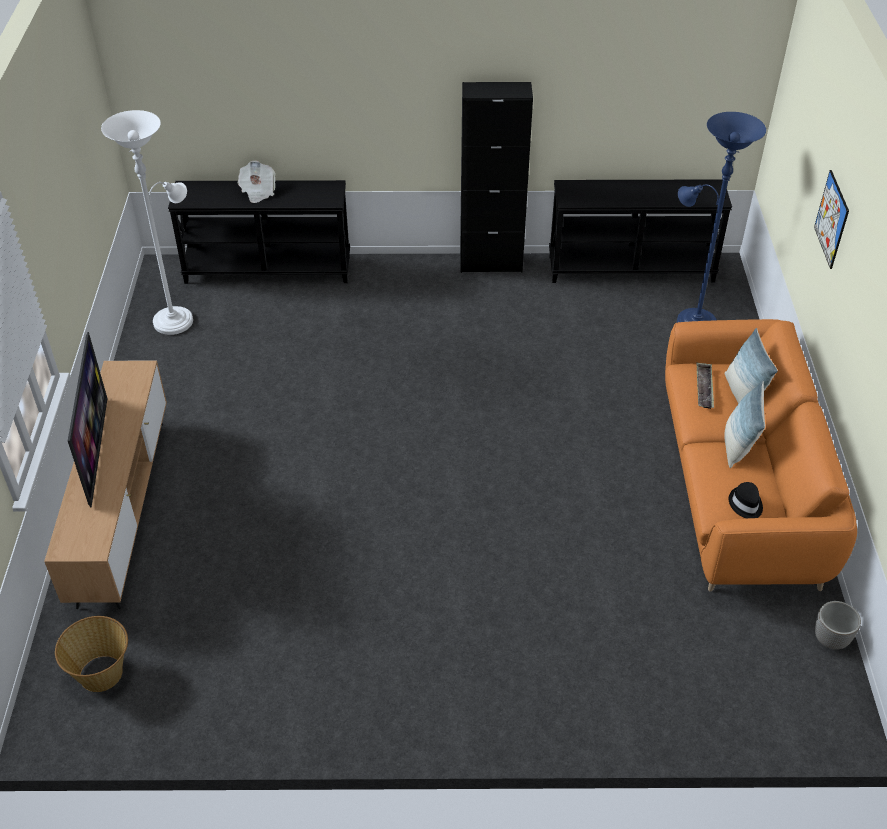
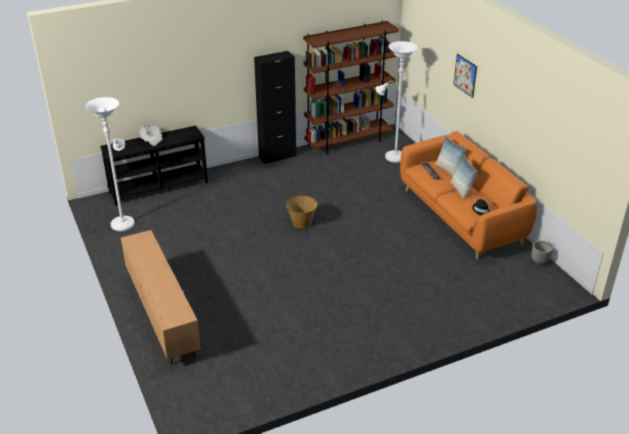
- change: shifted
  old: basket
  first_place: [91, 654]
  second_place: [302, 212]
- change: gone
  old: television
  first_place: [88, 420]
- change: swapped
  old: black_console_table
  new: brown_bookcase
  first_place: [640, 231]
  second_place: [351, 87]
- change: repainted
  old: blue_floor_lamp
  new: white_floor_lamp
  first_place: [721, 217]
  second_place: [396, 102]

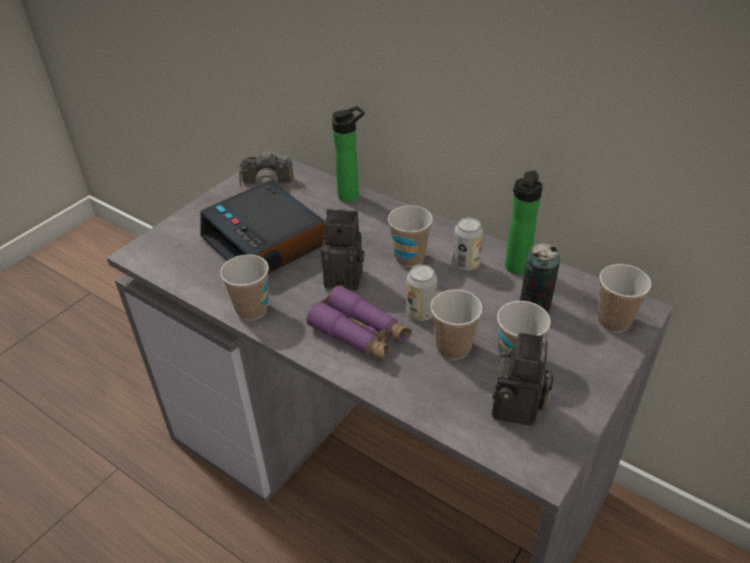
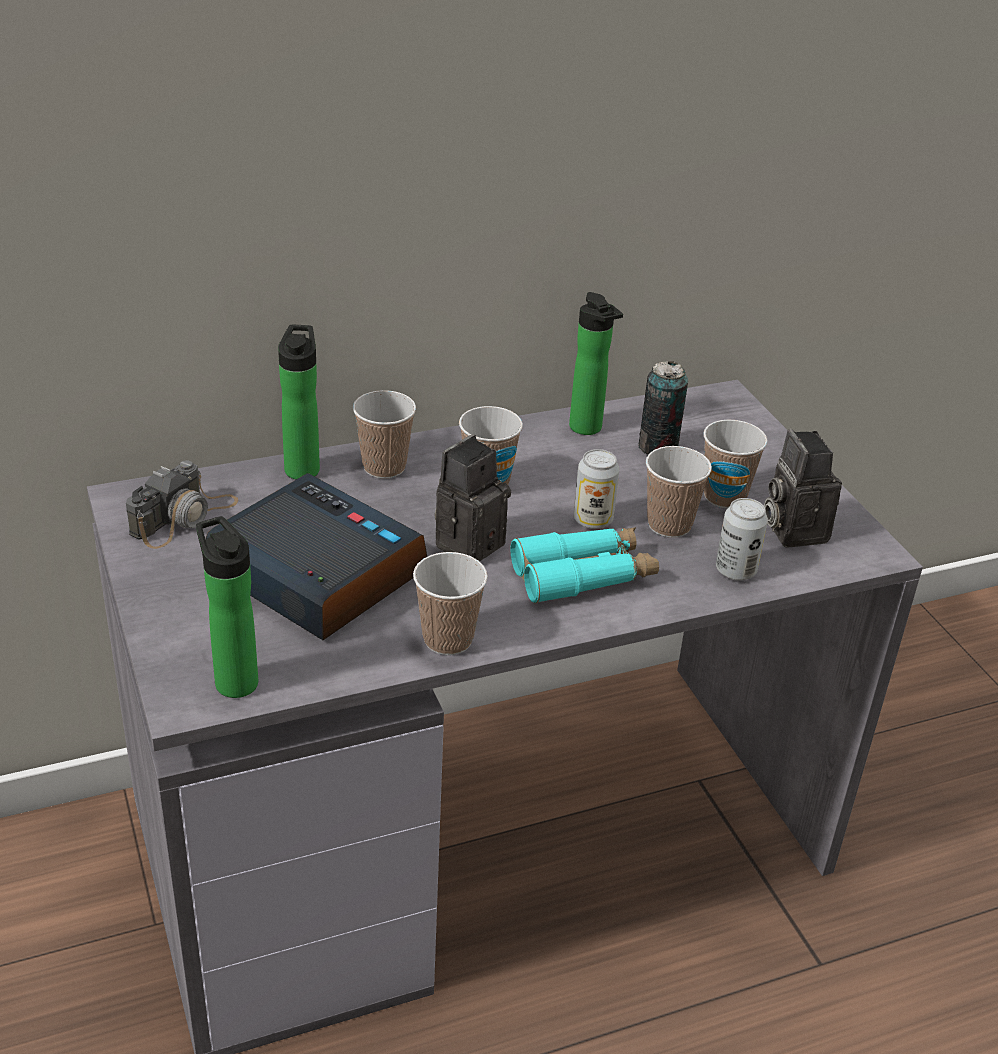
- change: rotated
  old: alarm_clock
  first_place: [262, 227]
  second_place: [316, 556]
  degrees: -135
- change: repainted
  old: purple_binoculars
  new: turquoise_binoculars
  first_place: [359, 323]
  second_place: [585, 565]
- change: shifted
  old: can
  first_place: [468, 244]
  second_place: [742, 539]
- change: rotated
  old: photo_camera
  first_place: [523, 379]
  second_place: [803, 488]
  degrees: -150
- change: shifted
  old: cup
  first_place: [624, 298]
  second_place: [384, 434]
- change: new
  new: bottle
  second_place: [227, 607]

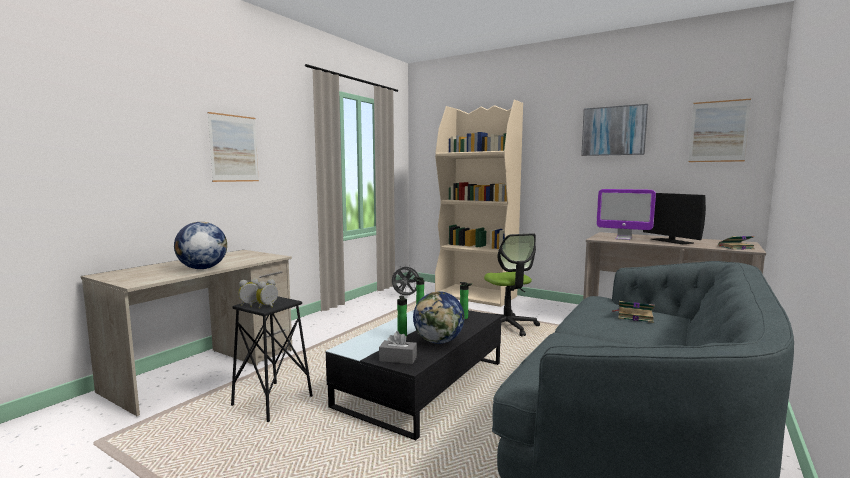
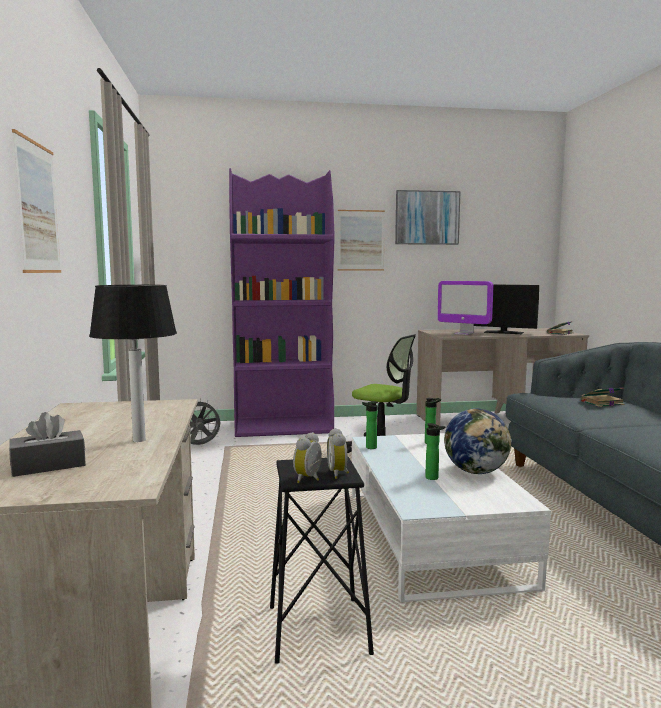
- change: swapped
  old: globe
  new: table_lamp
  first_place: [200, 245]
  second_place: [133, 363]
- change: repainted
  old: black_coffee_table
  new: white_coffee_table
  first_place: [413, 375]
  second_place: [451, 517]
- change: shifted
  old: grey_tissue_box
  first_place: [398, 347]
  second_place: [47, 444]
- change: repainted
  old: beige_bookcase
  new: purple_bookcase
  first_place: [479, 203]
  second_place: [282, 302]
- change: rotated
  old: monitor
  first_place: [626, 214]
  second_place: [465, 308]
  degrees: 45
- change: shifted
  old: picture
  first_place: [720, 130]
  second_place: [361, 240]

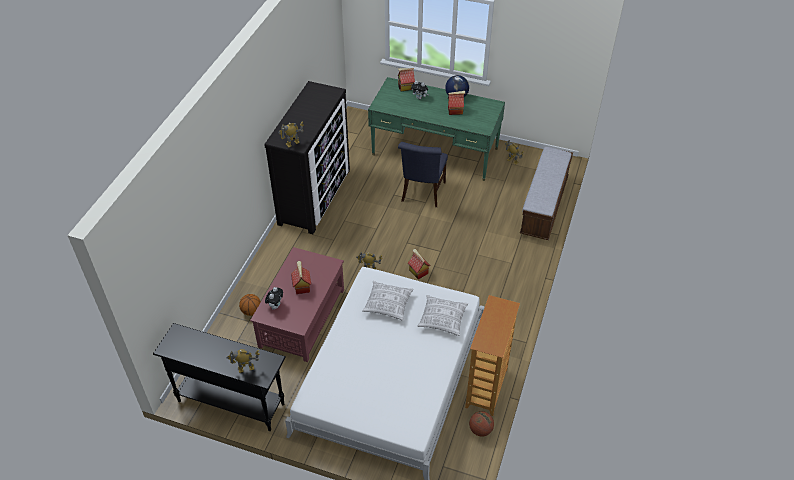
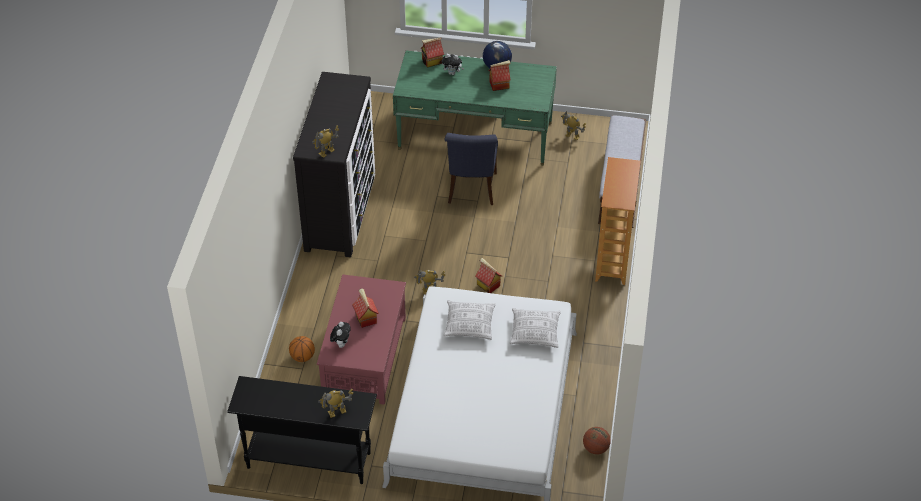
- change: shifted
  old: bookcase
  first_place: [492, 355]
  second_place: [618, 221]

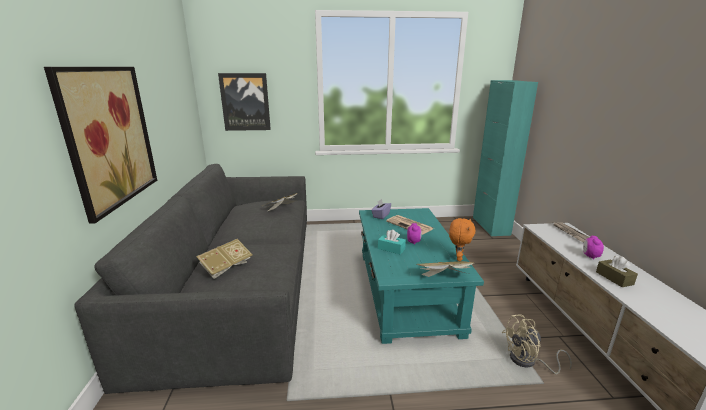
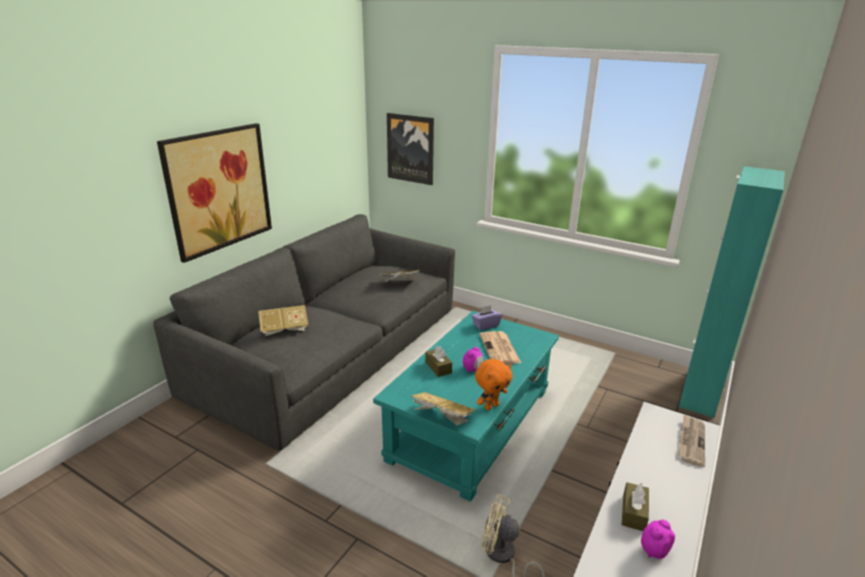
- change: repainted
  old: turquoise_tissue_box
  new: brown_tissue_box
  first_place: [392, 242]
  second_place: [438, 361]
- change: shifted
  old: alarm_clock
  first_place: [593, 248]
  second_place: [658, 539]

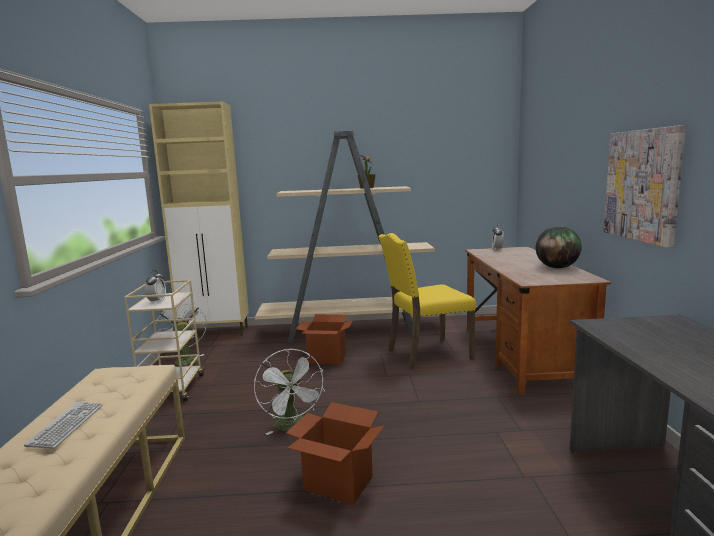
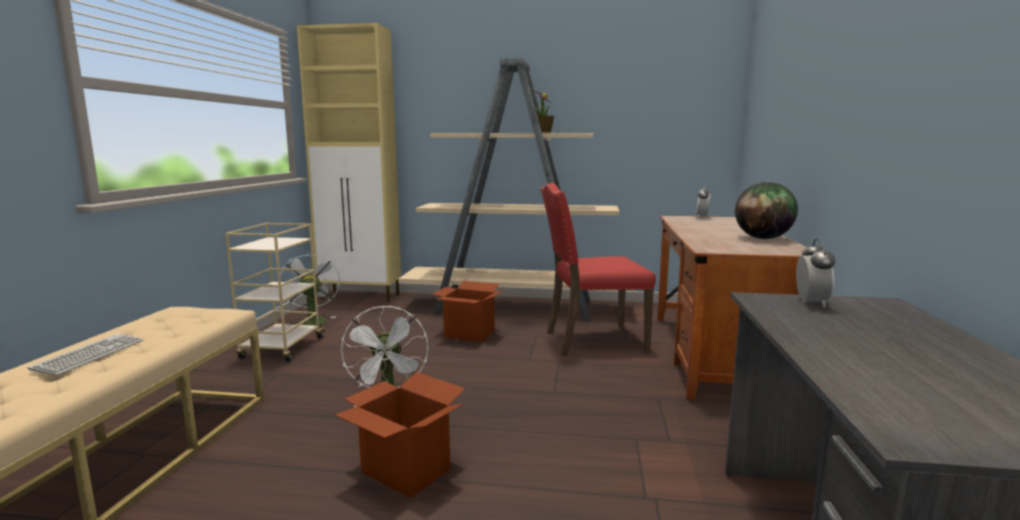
- change: shifted
  old: alarm_clock
  first_place: [155, 286]
  second_place: [815, 273]
- change: repainted
  old: yellow_chair
  new: red_chair
  first_place: [427, 301]
  second_place: [598, 269]
- change: gone
  old: picture
  first_place: [645, 186]

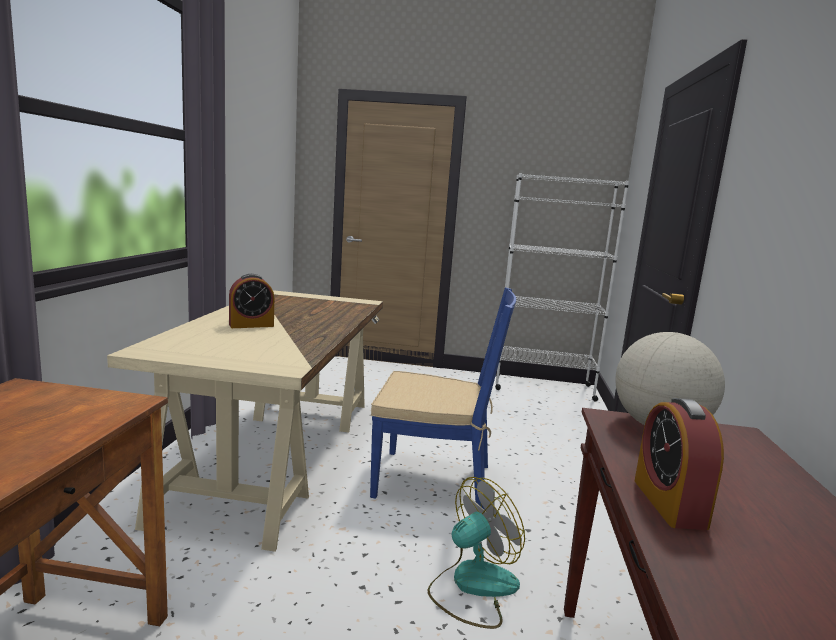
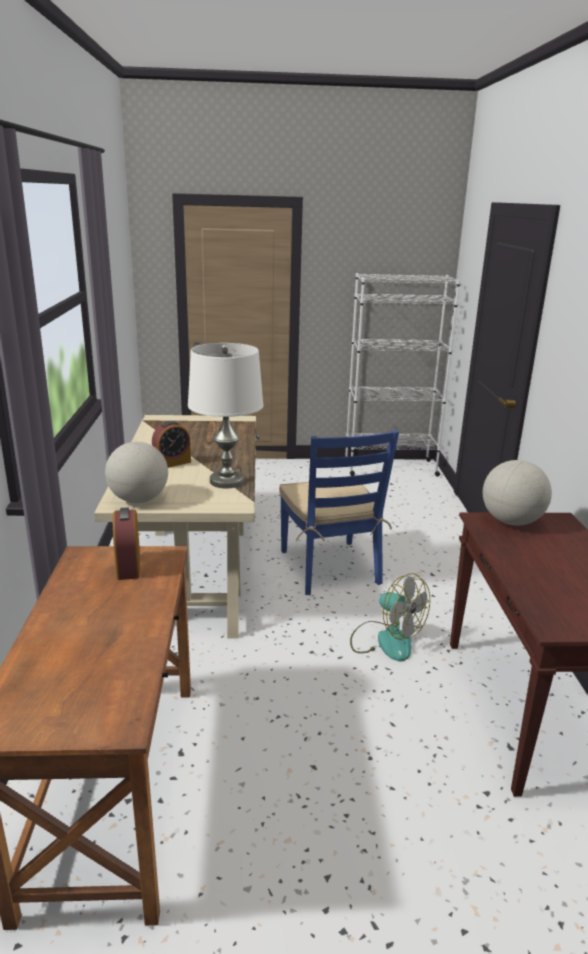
- change: rotated
  old: blue_chair
  first_place: [443, 398]
  second_place: [339, 512]
  degrees: 75
- change: rotated
  old: fan
  first_place: [476, 553]
  second_place: [390, 617]
  degrees: 90
- change: shifted
  old: alarm_clock
  first_place: [679, 464]
  second_place: [126, 543]
- change: new
  new: globe
  second_place: [136, 472]
- change: new
  new: white_table_lamp
  second_place: [225, 415]

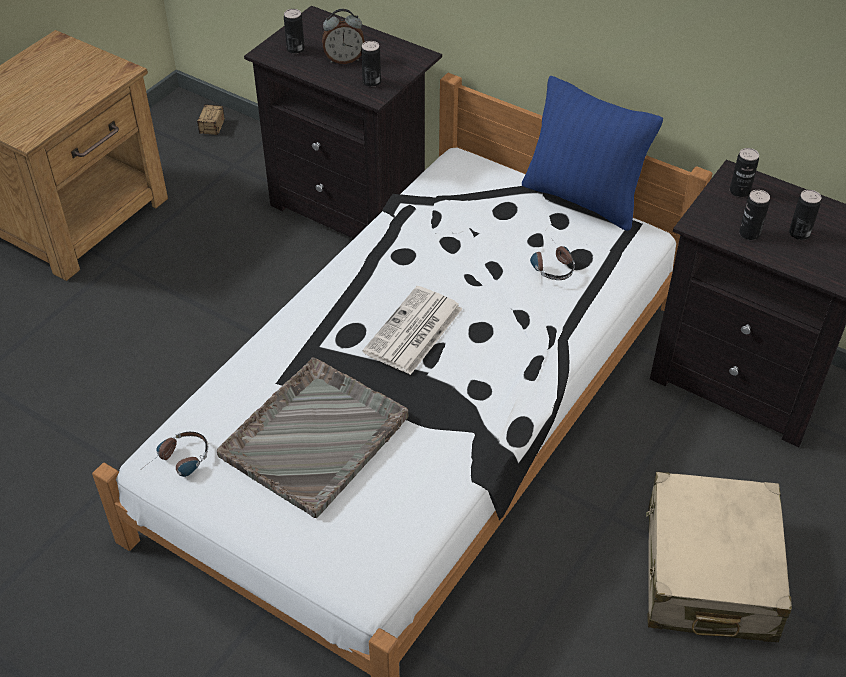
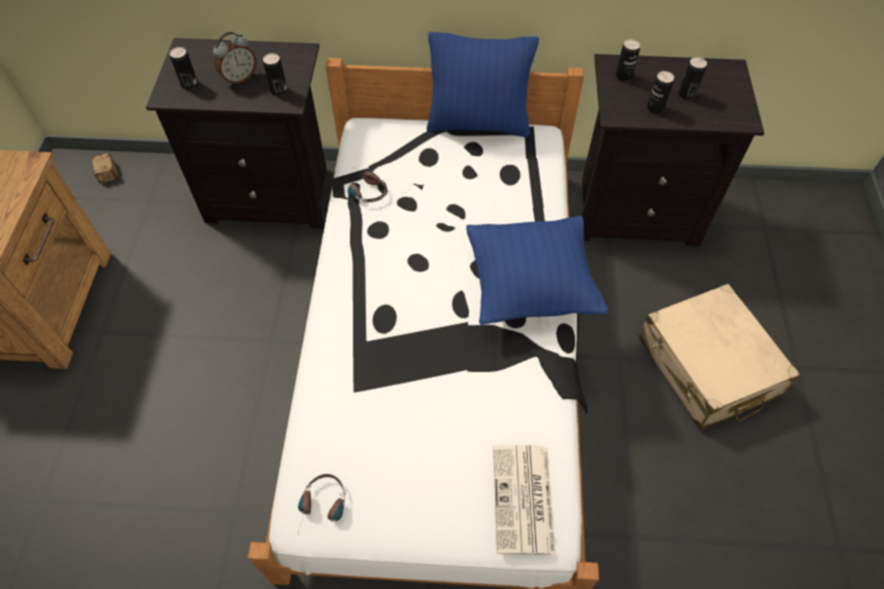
- change: gone
  old: grey_tray
  first_place: [313, 437]
- change: shifted
  old: newspaper
  first_place: [413, 330]
  second_place: [524, 500]
- change: shifted
  old: headphones
  first_place: [552, 259]
  second_place: [367, 186]
- change: new
  new: blue_pillow
  second_place: [537, 270]

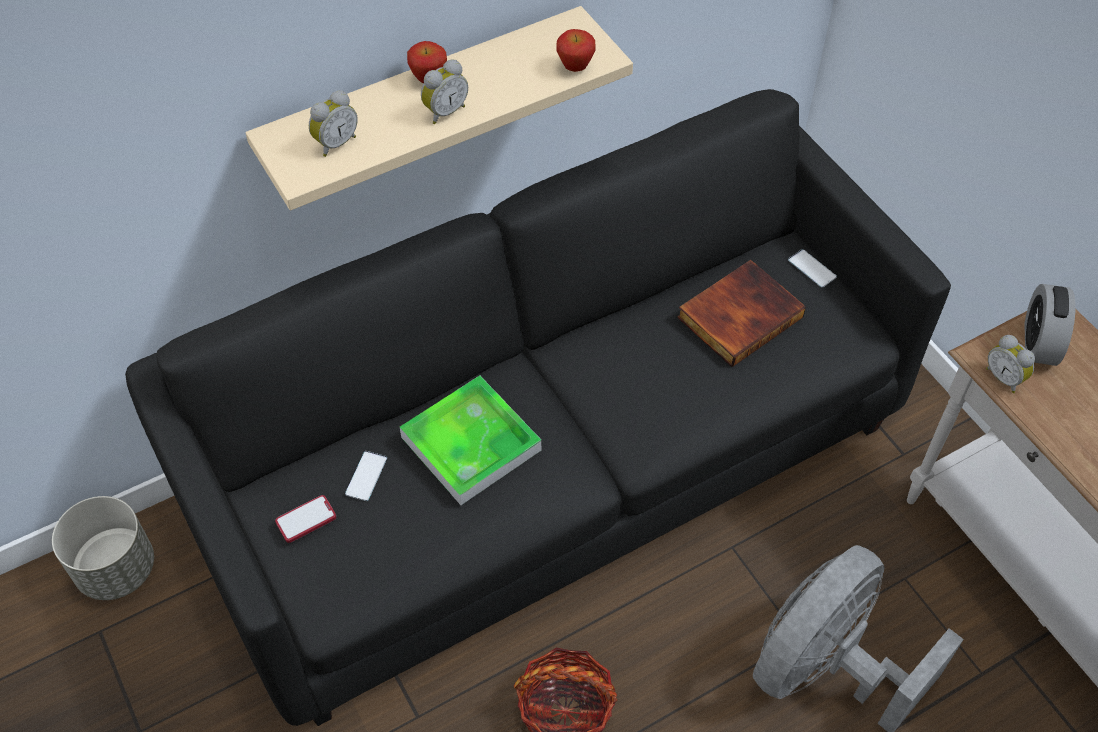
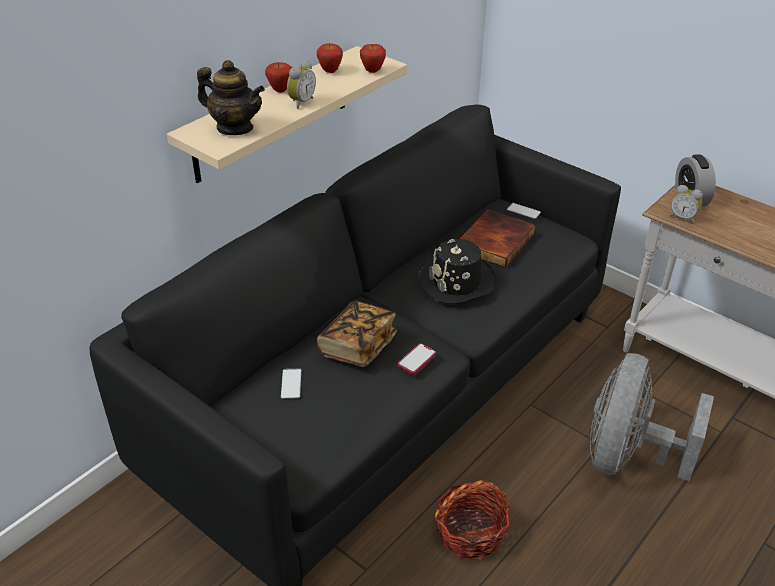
- change: gone
  old: grey_planter
  first_place: [103, 548]
- change: shifted
  old: phone
  first_place: [305, 519]
  second_place: [416, 359]
- change: swapped
  old: alarm_clock
  new: teapot
  first_place: [333, 124]
  second_place: [231, 97]
- change: swapped
  old: tray
  new: book
  first_place: [470, 440]
  second_place: [357, 334]
- change: new
  new: apple
  second_place: [330, 58]
- change: new
  new: black_hat
  second_place: [457, 271]

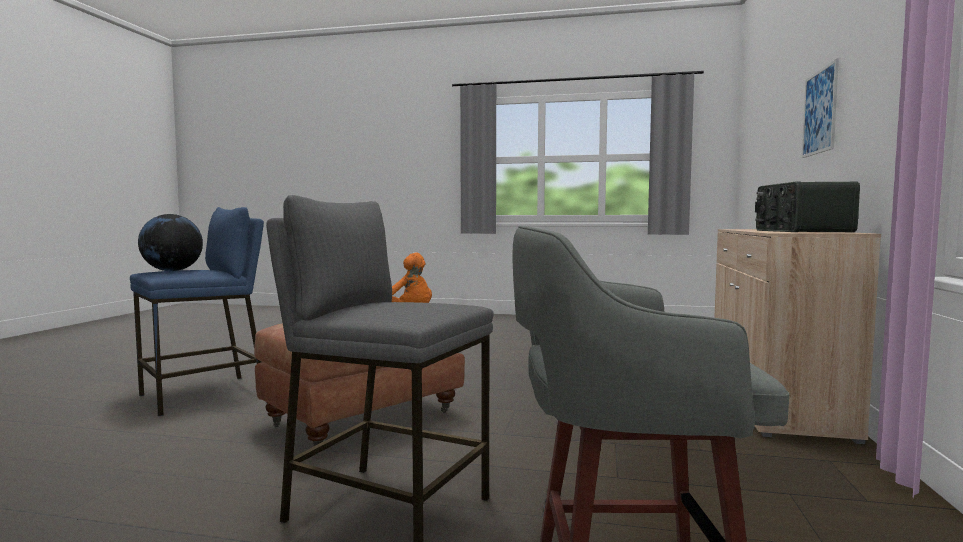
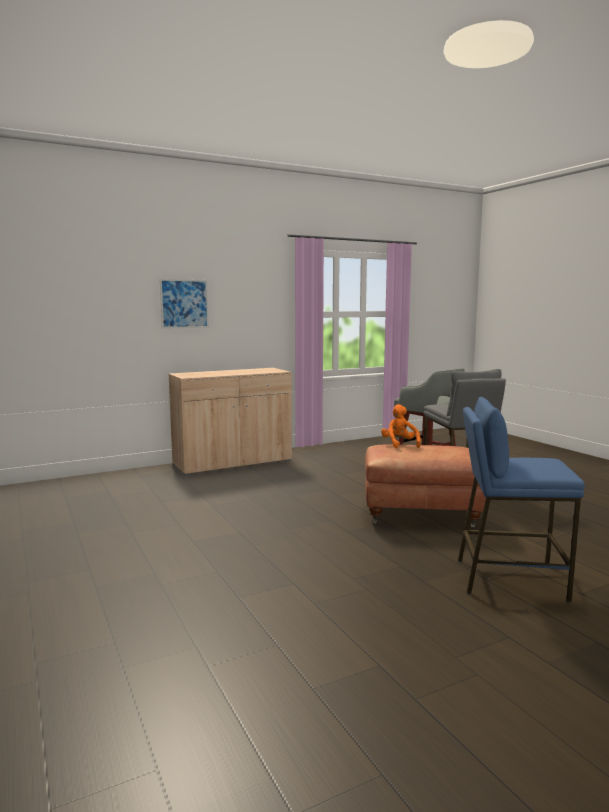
- change: gone
  old: globe
  first_place: [170, 242]
- change: gone
  old: radio
  first_place: [807, 206]

